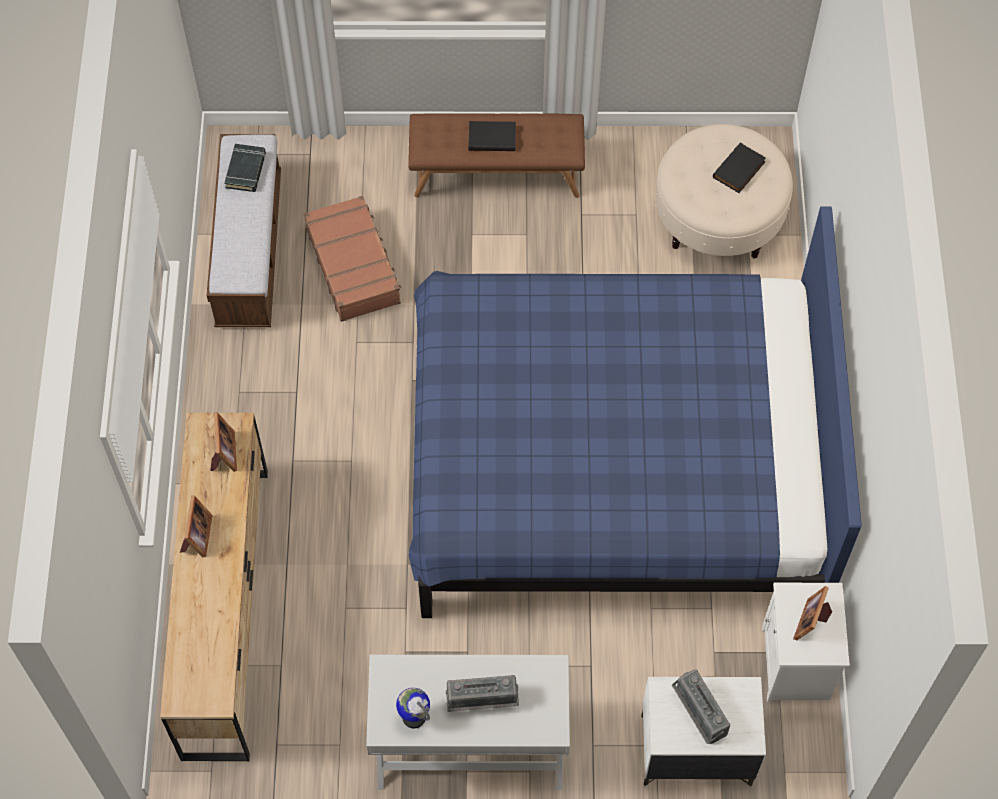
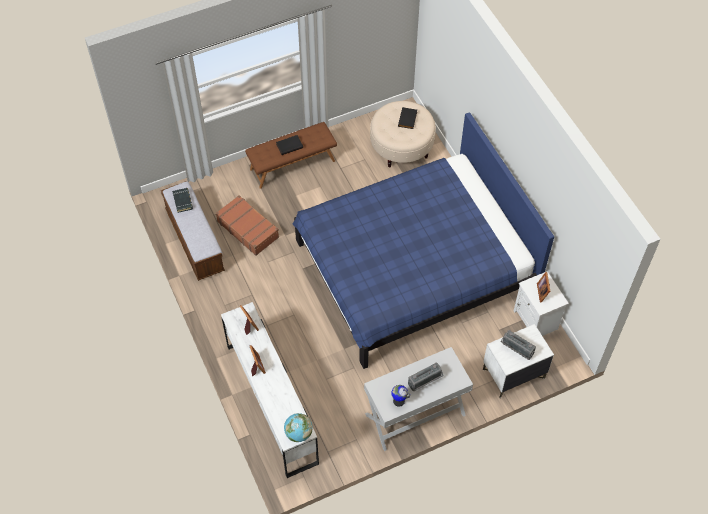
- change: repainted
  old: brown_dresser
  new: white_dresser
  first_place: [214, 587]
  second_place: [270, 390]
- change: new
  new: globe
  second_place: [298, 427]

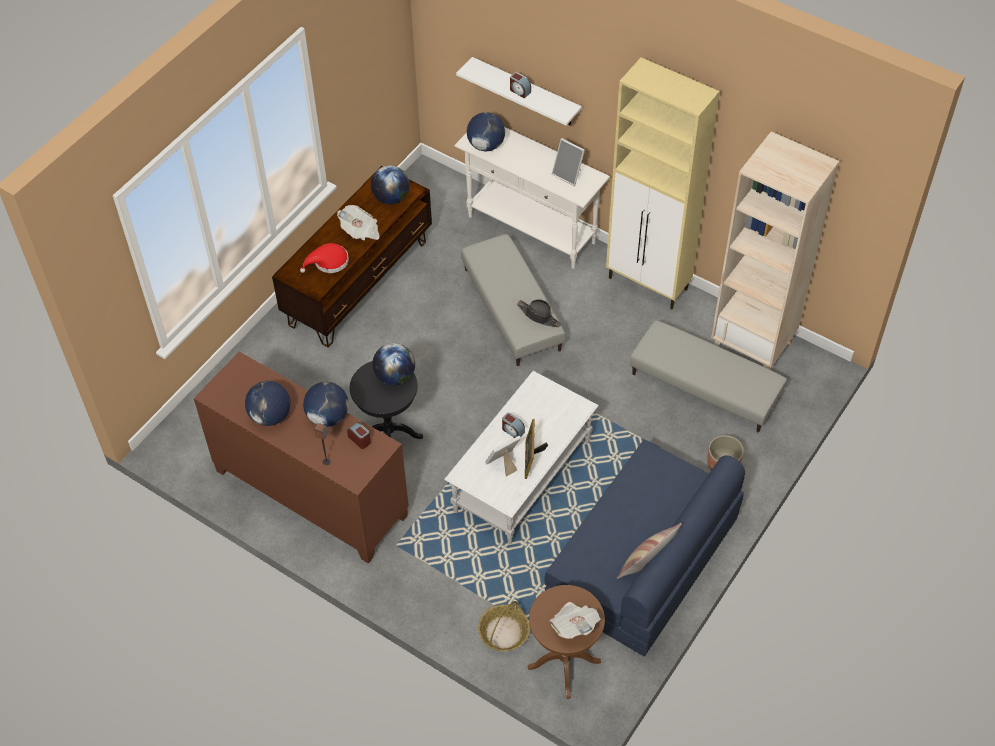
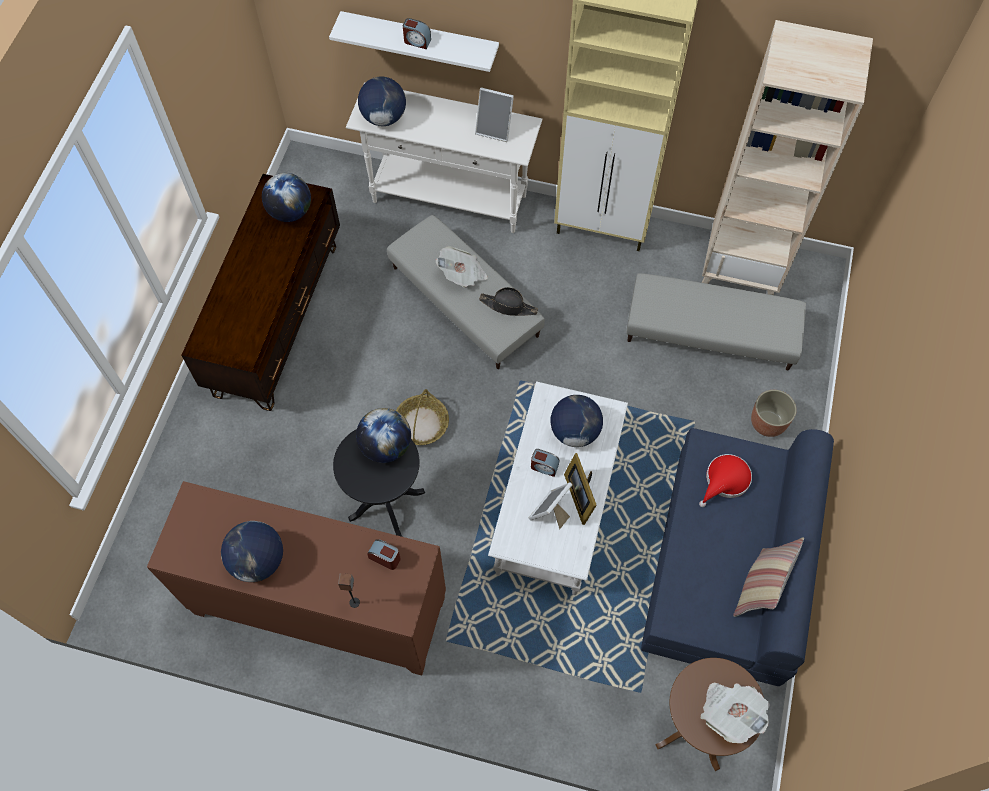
- change: shifted
  old: red_hat
  first_place: [324, 258]
  second_place: [725, 480]
- change: shifted
  old: globe
  first_place: [326, 404]
  second_place: [577, 421]
- change: shifted
  old: newspaper
  first_place: [358, 222]
  second_place: [461, 266]
- change: shifted
  old: basket
  first_place: [504, 626]
  second_place: [422, 417]

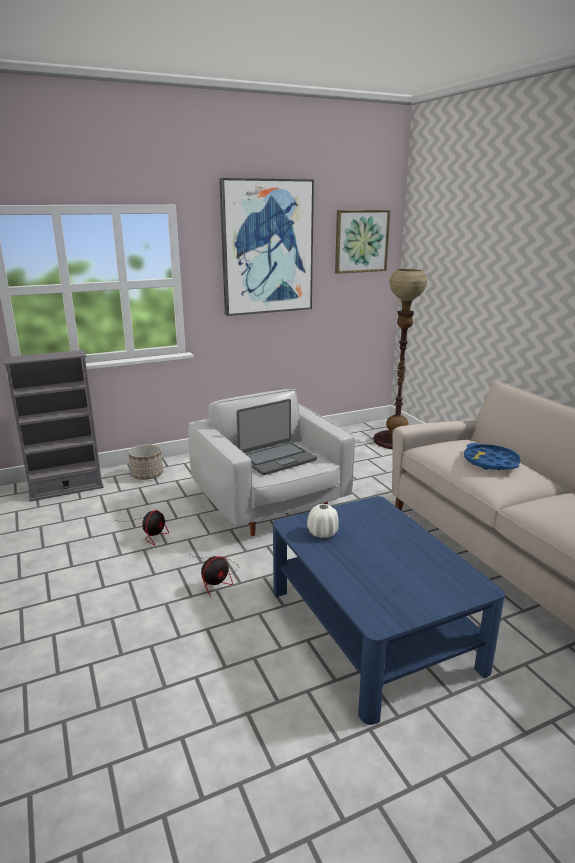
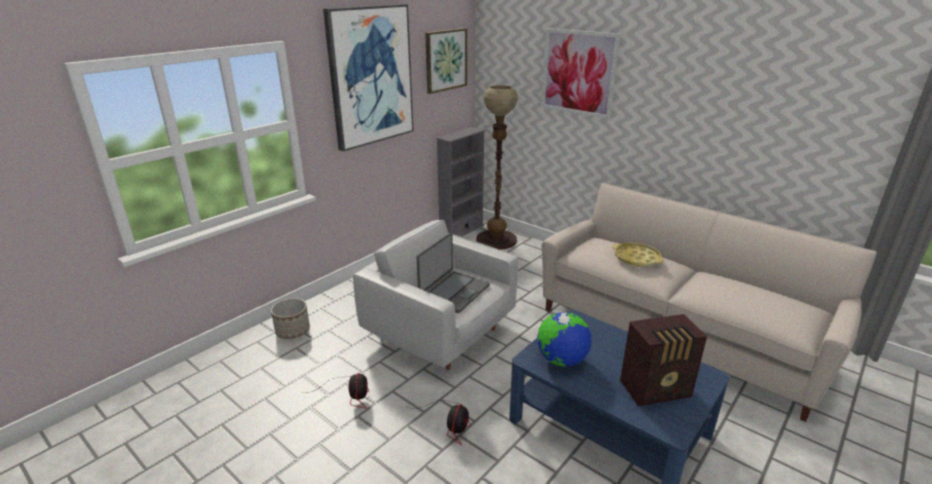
- change: shifted
  old: grey_bookcase
  first_place: [54, 426]
  second_place: [461, 182]
- change: swapped
  old: white_vase
  new: globe
  first_place: [323, 521]
  second_place: [564, 339]
- change: repainted
  old: blue_tray
  new: yellow_tray
  first_place: [492, 456]
  second_place: [638, 255]
- change: new
  new: picture
  second_place: [580, 73]
- change: new
  new: radio
  second_place: [663, 360]

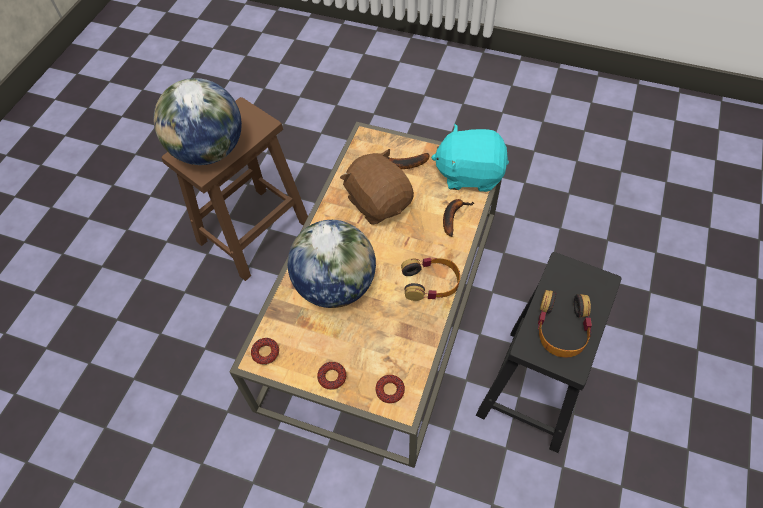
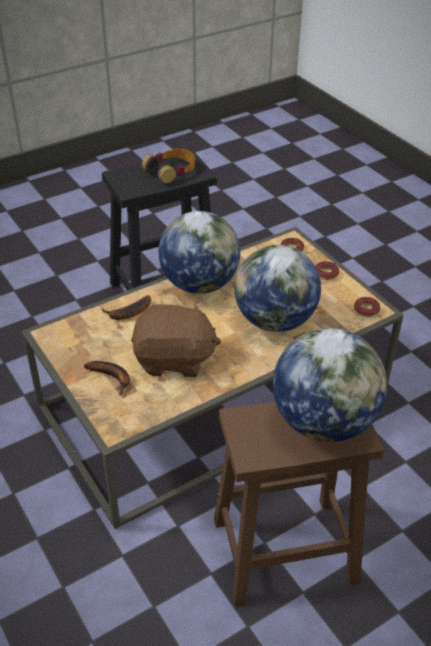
- change: rotated
  old: brown_plush_toy
  first_place: [377, 187]
  second_place: [176, 339]
  degrees: -90
- change: swapped
  old: headphones
  new: globe
  first_place: [430, 279]
  second_place: [199, 252]
- change: gone
  old: turquoise_plush_toy
  first_place: [470, 158]

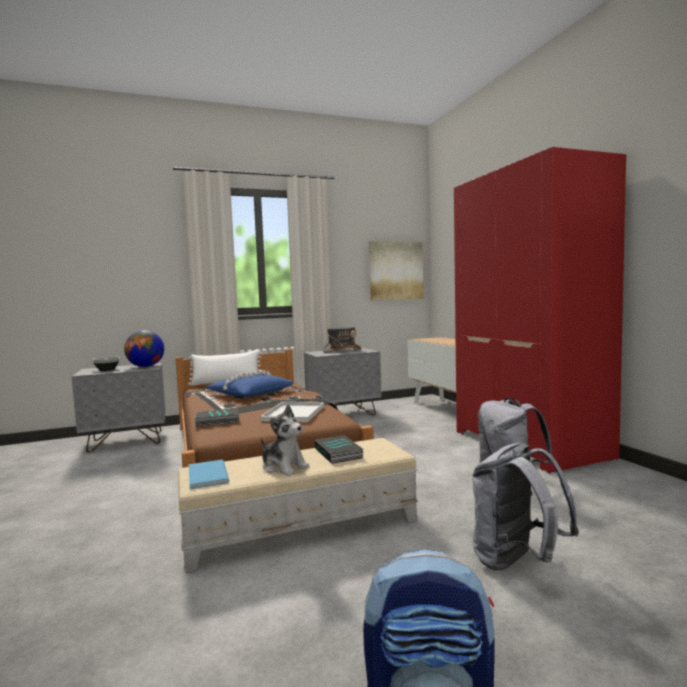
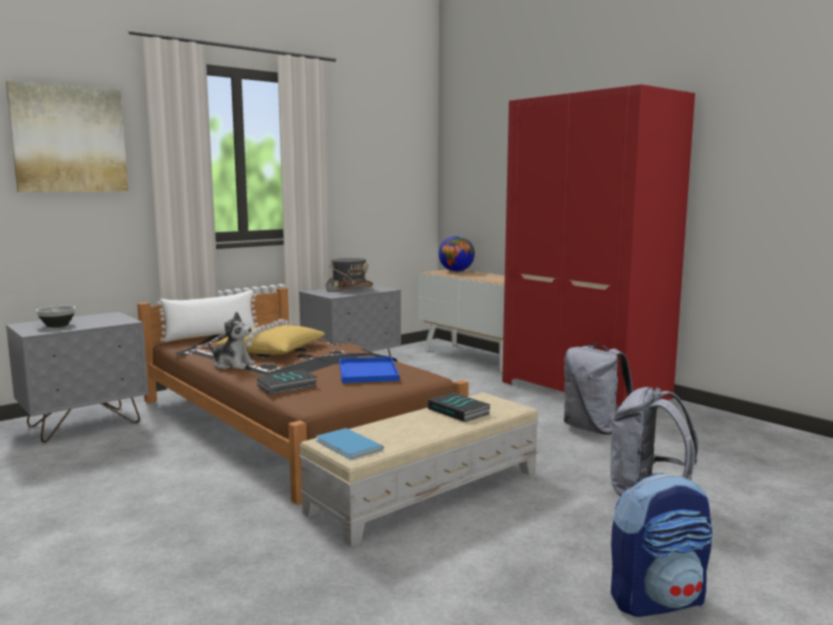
- change: shifted
  old: globe
  first_place: [144, 348]
  second_place: [457, 253]
- change: repainted
  old: blue_pillow
  new: yellow_pillow
  first_place: [250, 383]
  second_place: [269, 337]
- change: repainted
  old: white_tray
  new: blue_tray
  first_place: [292, 412]
  second_place: [369, 370]
- change: shifted
  old: plush_toy
  first_place: [285, 440]
  second_place: [232, 340]
- change: shifted
  old: picture
  first_place: [396, 271]
  second_place: [67, 136]

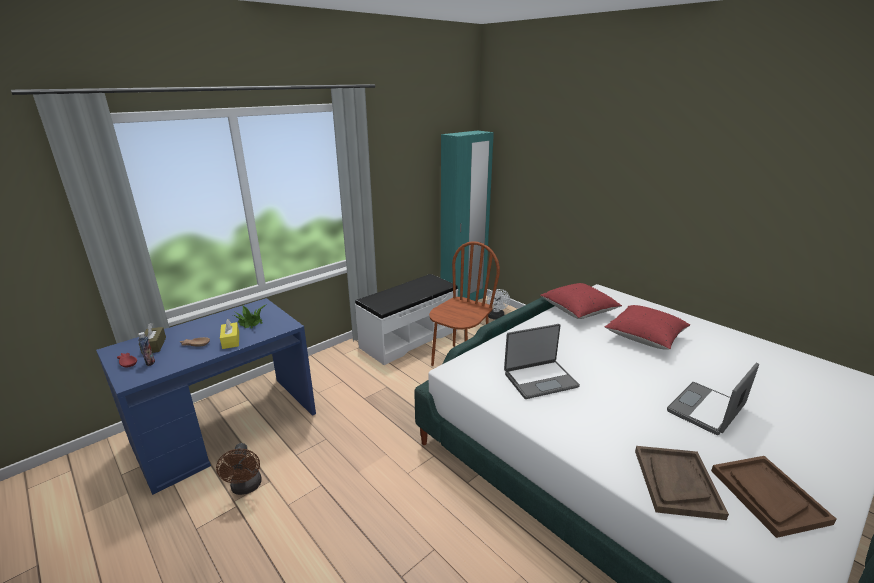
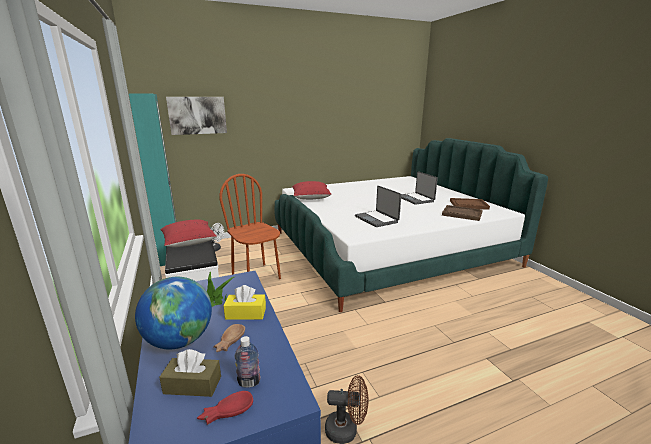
- change: rotated
  old: laptop
  first_place: [542, 361]
  second_place: [378, 206]
  degrees: 150
- change: shifted
  old: red_pillow
  first_place: [647, 327]
  second_place: [188, 233]
- change: new
  new: globe
  second_place: [173, 313]
- change: new
  new: picture
  second_place: [196, 116]

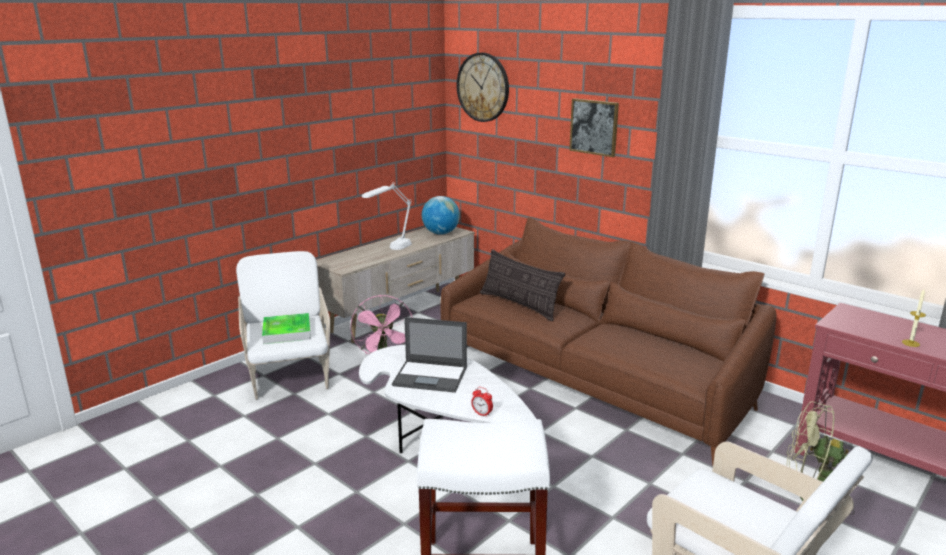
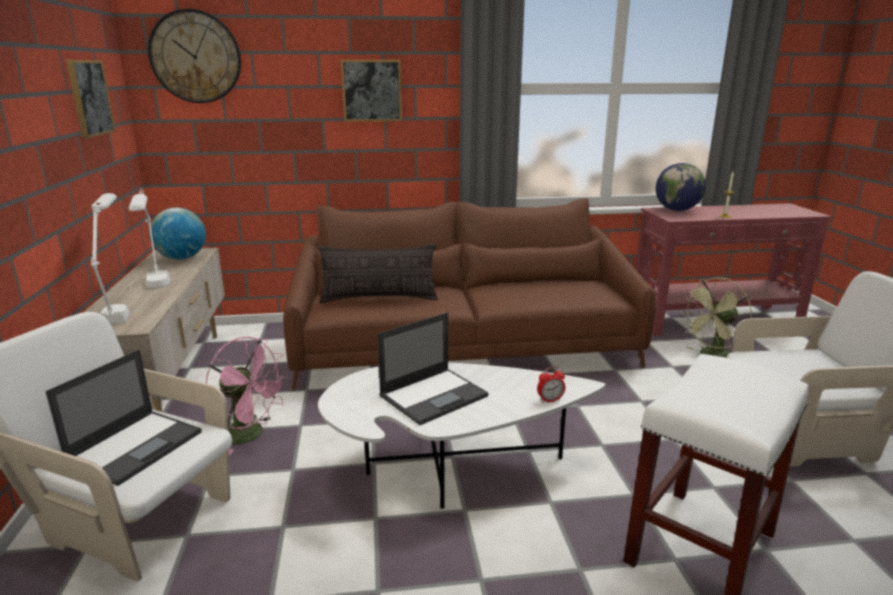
- change: swapped
  old: tray
  new: laptop
  first_place: [286, 328]
  second_place: [123, 417]
- change: new
  new: picture
  second_place: [91, 99]
- change: new
  new: white_table_lamp
  second_place: [110, 259]
- change: new
  new: globe
  second_place: [680, 187]

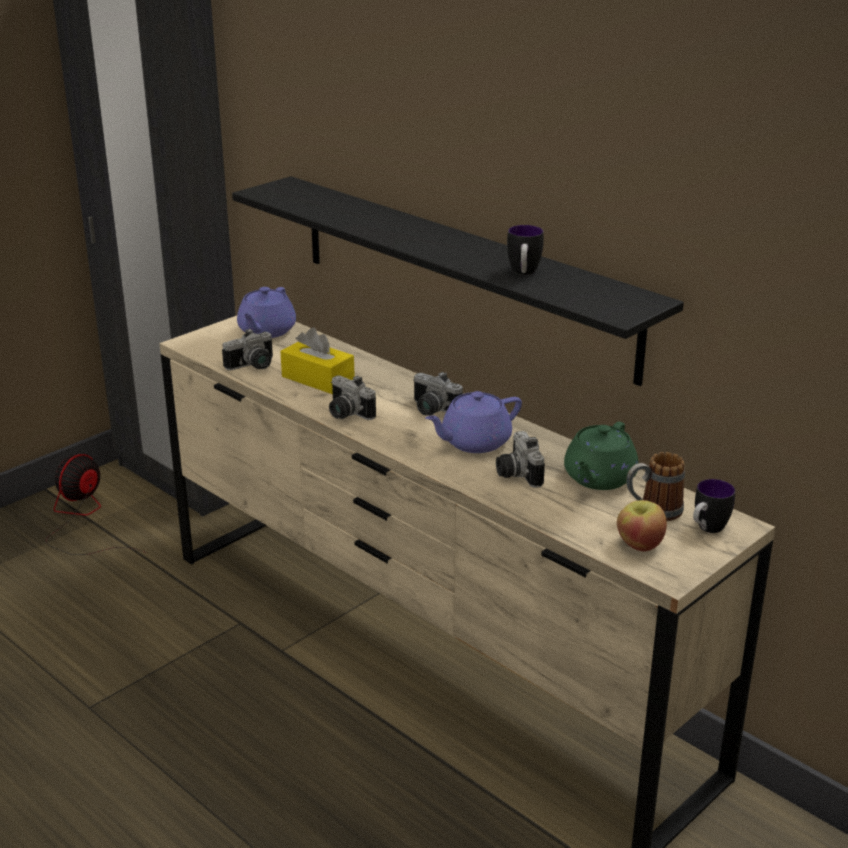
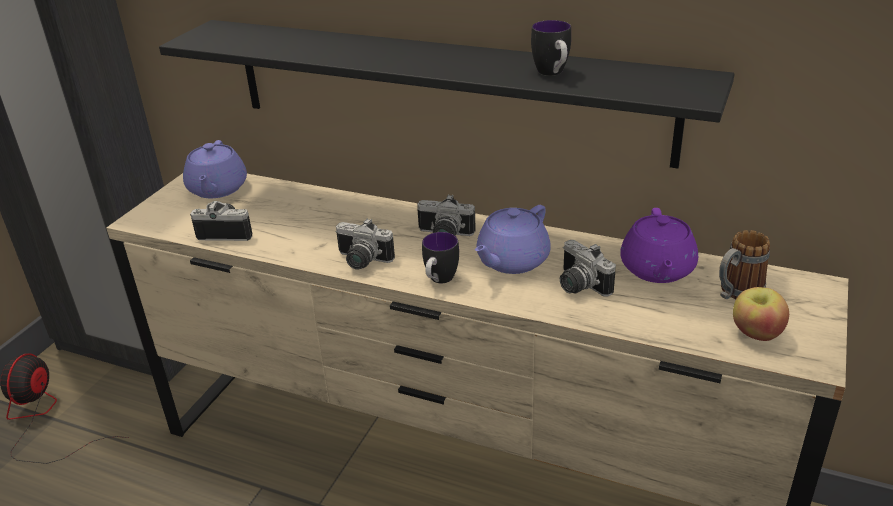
- change: rotated
  old: photo_camera
  first_place: [247, 349]
  second_place: [221, 221]
  degrees: -120
- change: gone
  old: yellow_tissue_box
  first_place: [317, 360]
- change: repainted
  old: green_teapot
  new: purple_teapot
  first_place: [601, 456]
  second_place: [659, 245]
- change: shifted
  old: mug
  first_place: [714, 506]
  second_place: [440, 257]

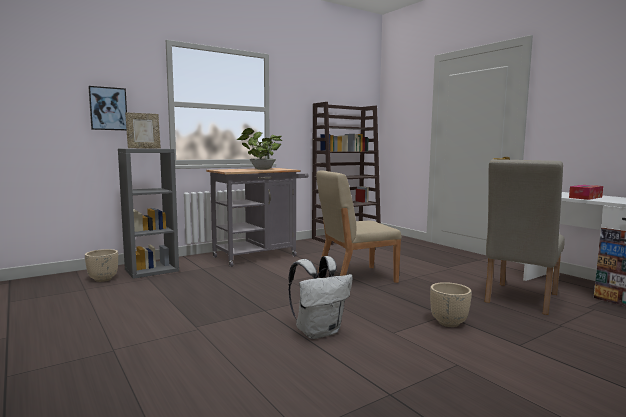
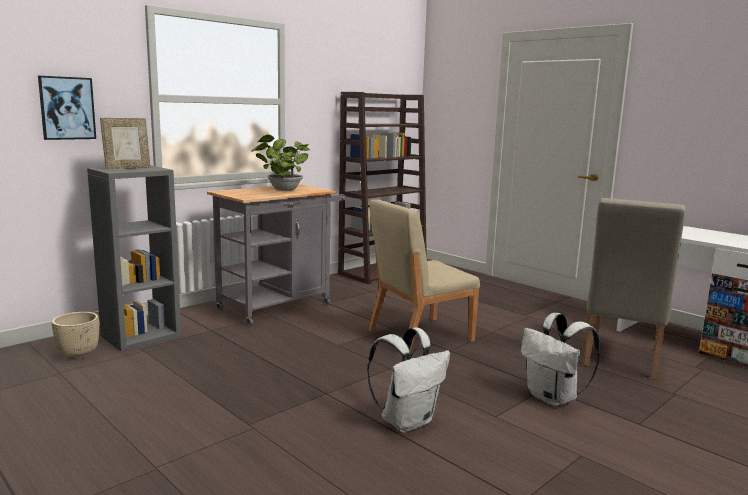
- change: swapped
  old: beige_planter
  new: white_backpack
  first_place: [451, 304]
  second_place: [560, 360]
- change: gone
  old: tissue_box
  first_place: [586, 192]

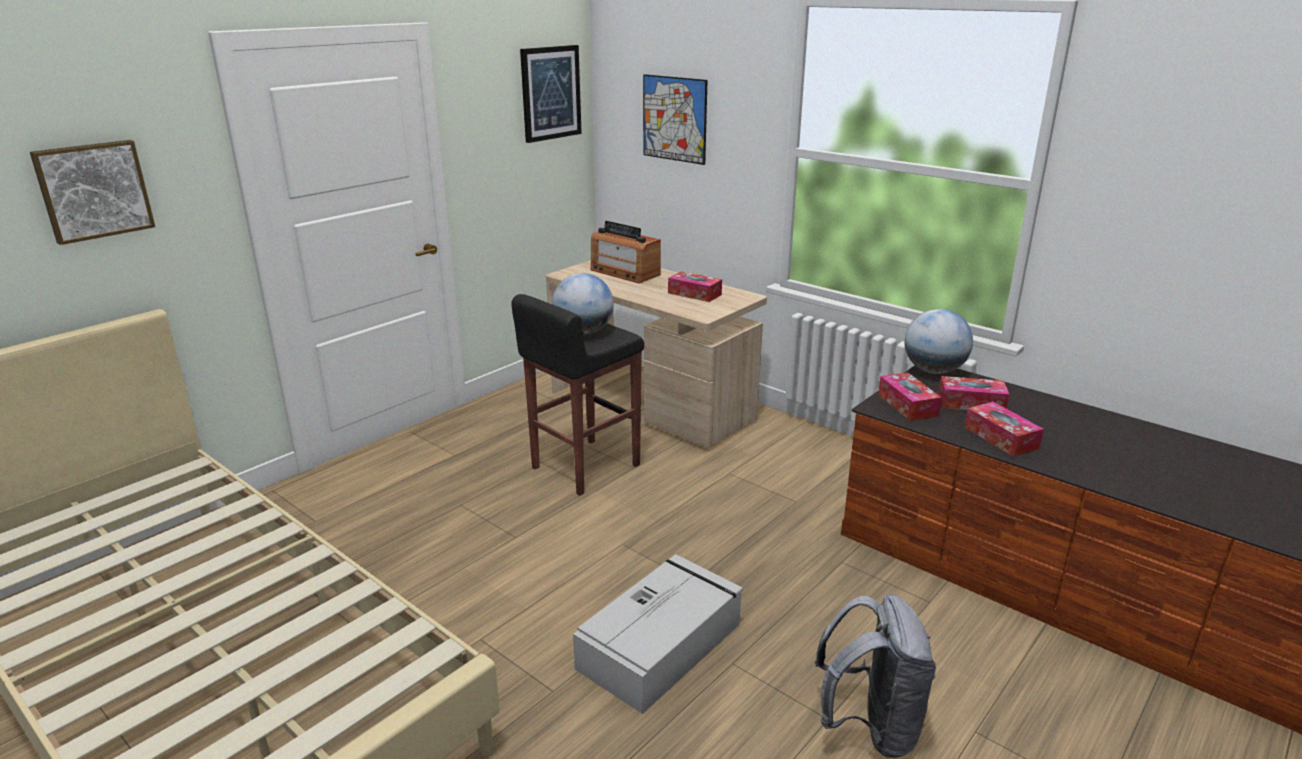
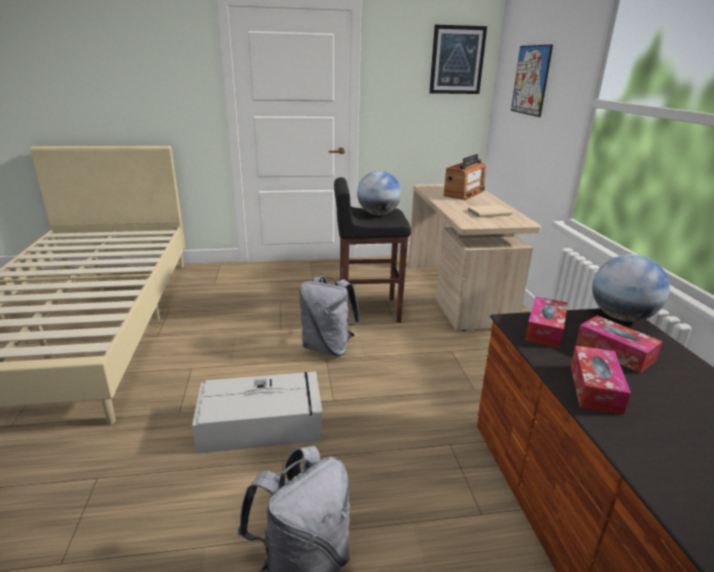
- change: gone
  old: picture
  first_place: [92, 192]
- change: rotated
  old: radio
  first_place: [625, 252]
  second_place: [465, 177]
  degrees: -135
- change: swapped
  old: tissue_box
  new: beige_book
  first_place: [695, 286]
  second_place: [490, 211]
- change: new
  new: grey_backpack
  second_place: [329, 316]

